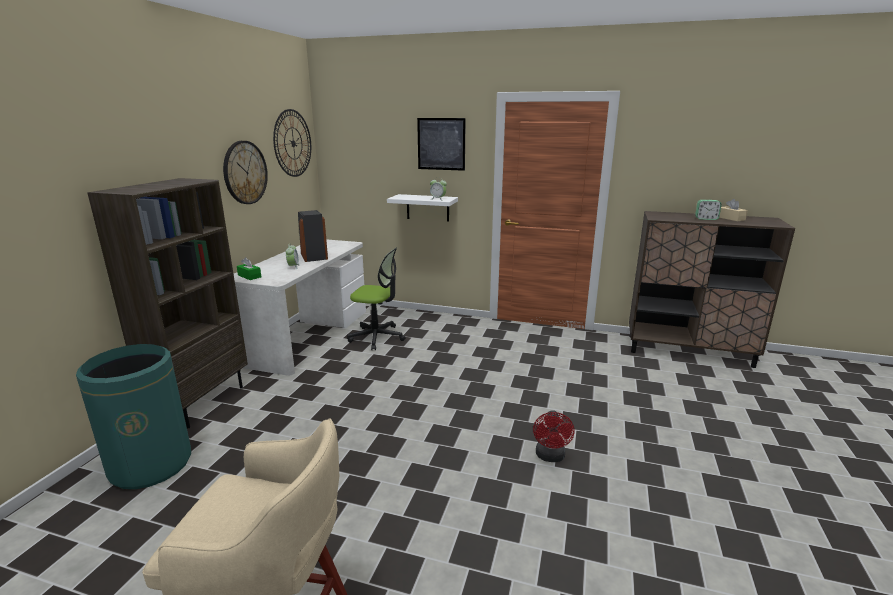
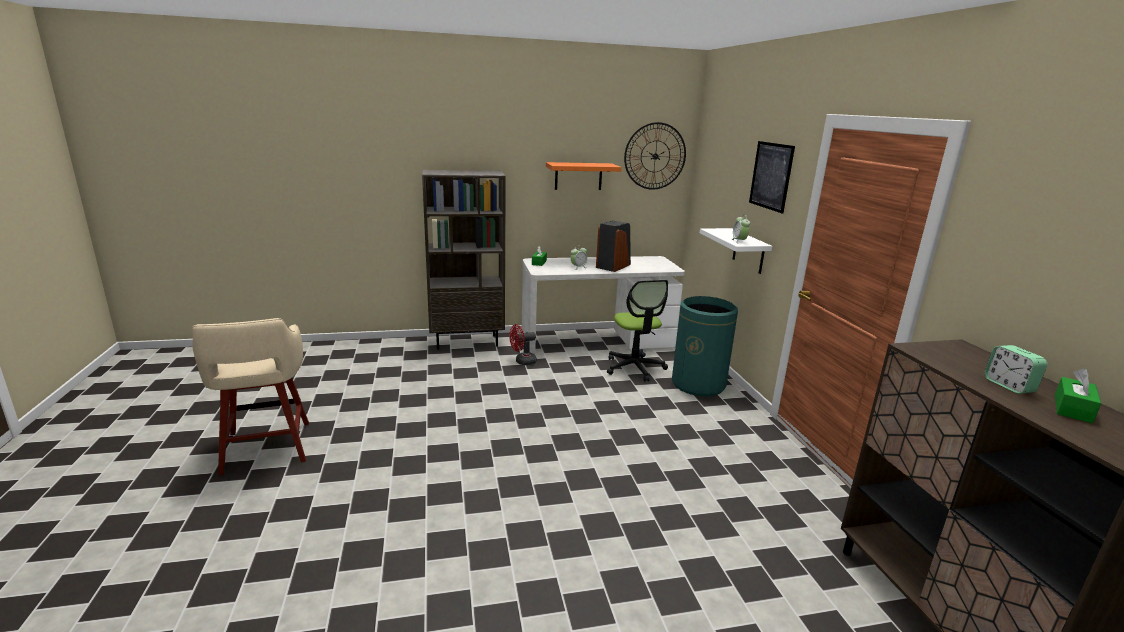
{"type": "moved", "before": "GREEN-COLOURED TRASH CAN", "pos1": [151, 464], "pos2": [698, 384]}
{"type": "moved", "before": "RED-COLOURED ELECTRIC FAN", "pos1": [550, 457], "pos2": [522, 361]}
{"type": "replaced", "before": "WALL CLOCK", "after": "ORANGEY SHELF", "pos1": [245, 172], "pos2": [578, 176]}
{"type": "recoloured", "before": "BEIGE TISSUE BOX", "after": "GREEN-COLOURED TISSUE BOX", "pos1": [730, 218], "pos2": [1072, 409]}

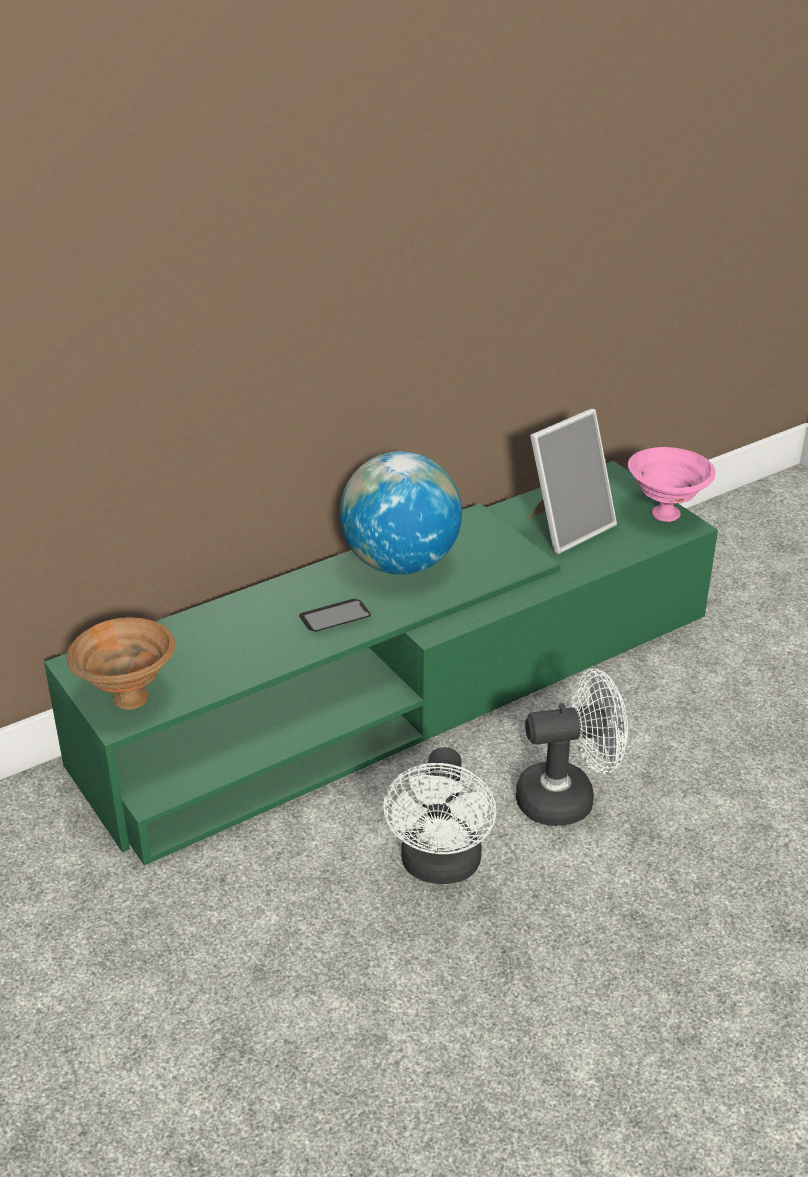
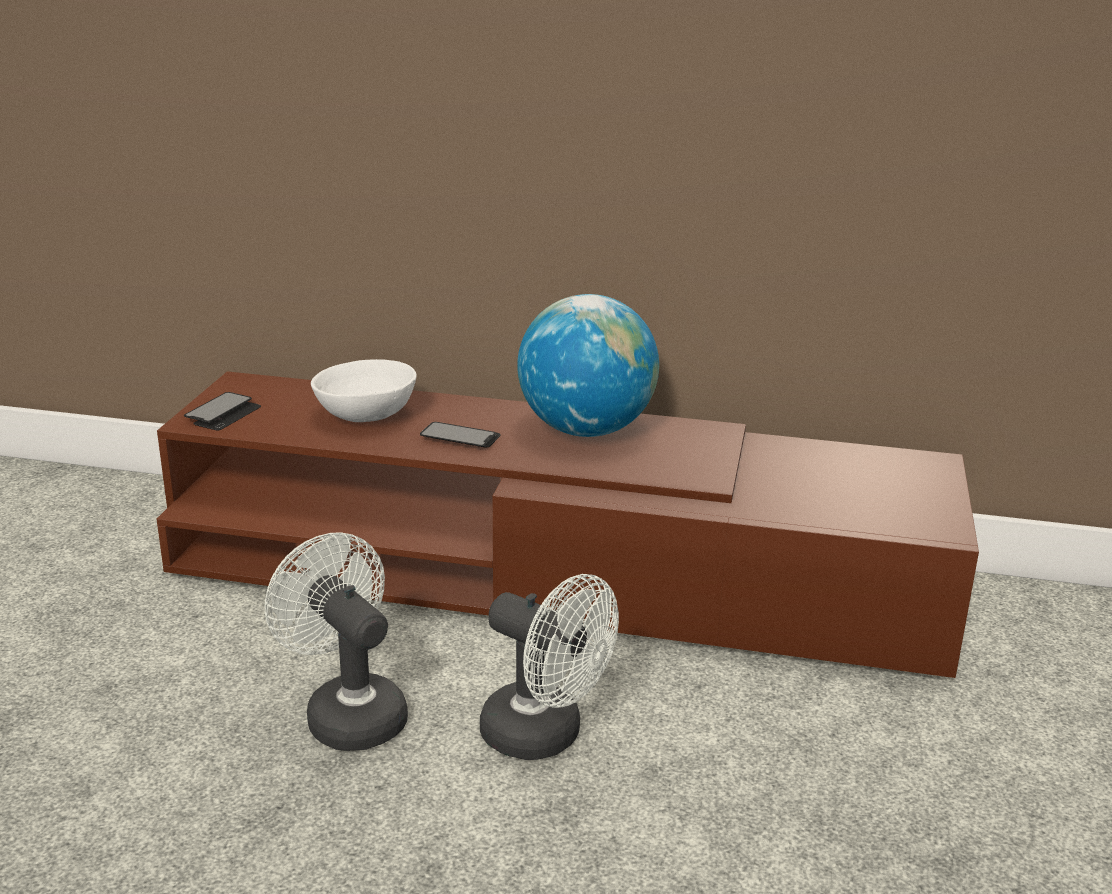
{"type": "removed", "before": "STANDING FRAME", "pos1": [567, 527]}
{"type": "removed", "before": "PINK BOWL", "pos1": [664, 513]}
{"type": "added", "after": "WHITE BOWL", "pos2": [368, 415]}
{"type": "replaced", "before": "BROWN BOWL", "after": "HANDSET", "pos1": [127, 700], "pos2": [223, 414]}
{"type": "recoloured", "before": "GREEN-COLOURED TV UNIT", "after": "BROWN TV UNIT", "pos1": [403, 689], "pos2": [553, 576]}
{"type": "turned", "before": "WHITE ELECTRIC FAN", "pos1": [440, 867], "pos2": [347, 712], "turn": 90}

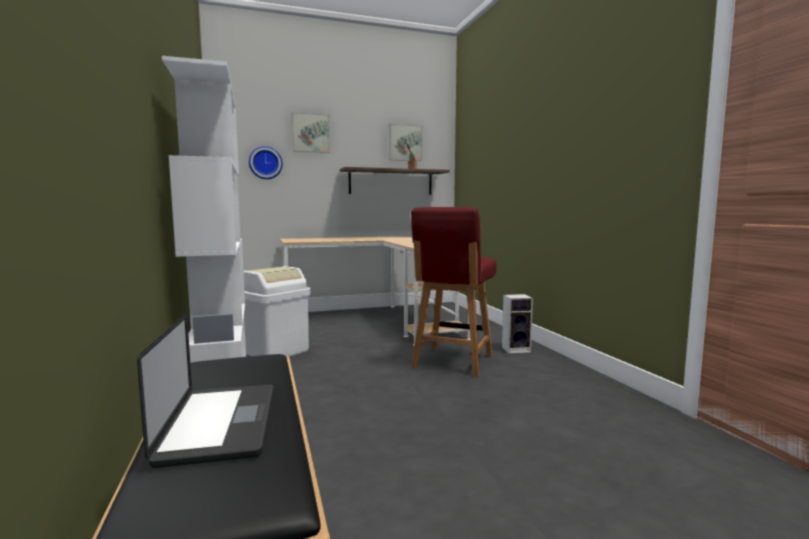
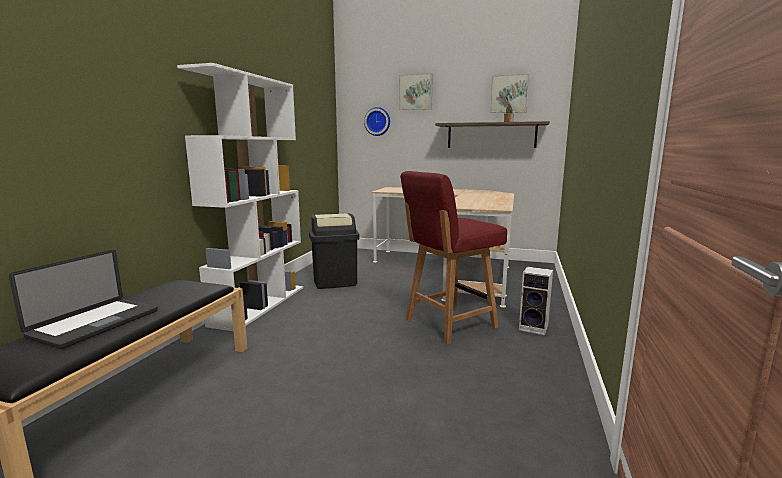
{"type": "recoloured", "before": "WHITE TRASH CAN", "after": "BLACK TRASH CAN", "pos1": [276, 351], "pos2": [335, 281]}

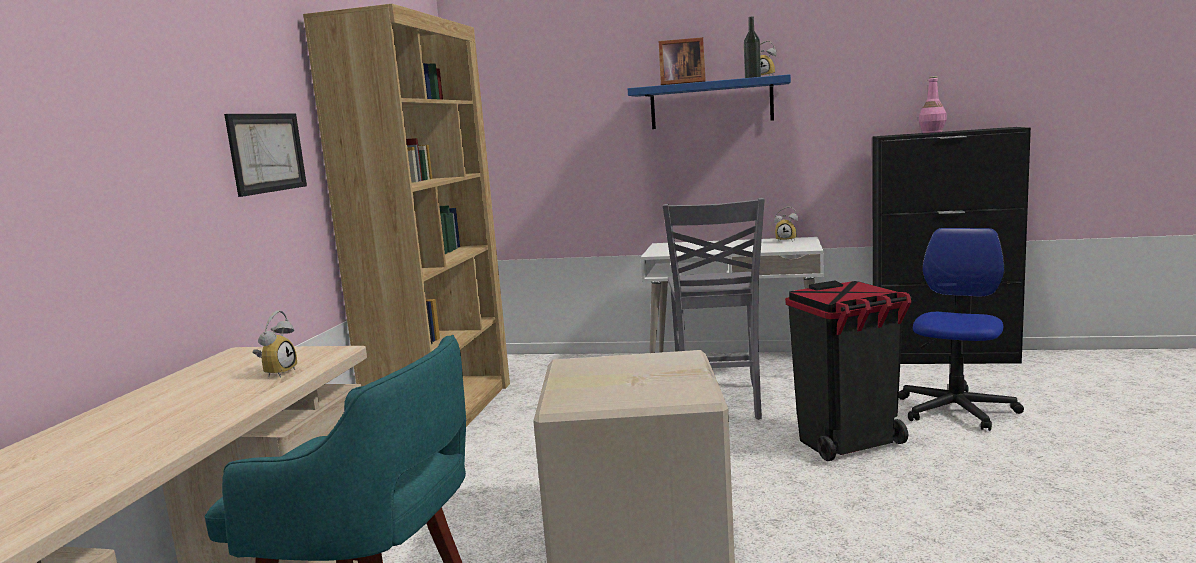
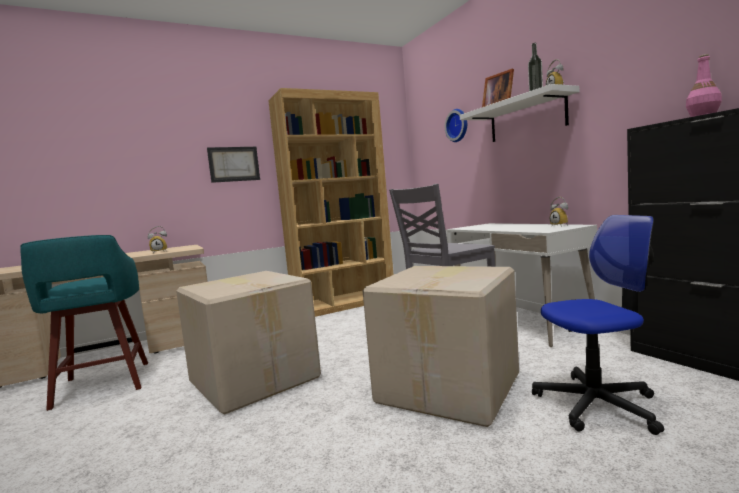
{"type": "added", "after": "WALL CLOCK", "pos2": [458, 125]}
{"type": "replaced", "before": "BLACK TRASH CAN", "after": "CARTON", "pos1": [848, 443], "pos2": [451, 387]}
{"type": "recoloured", "before": "BLUE SHELF", "after": "WHITE SHELF", "pos1": [711, 104], "pos2": [526, 118]}

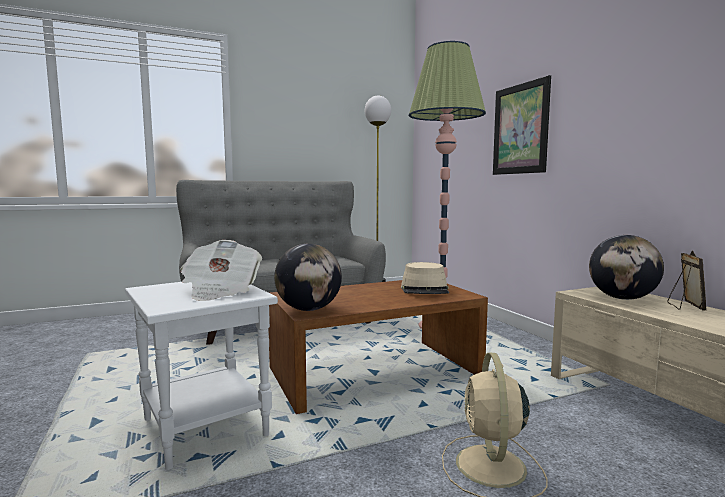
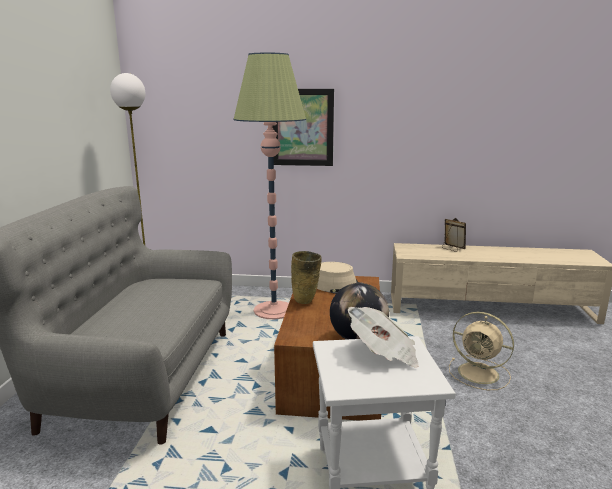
{"type": "removed", "before": "WORLD GLOBE", "pos1": [622, 298]}
{"type": "added", "after": "BEIGE DECORATIVE VASE", "pos2": [306, 301]}

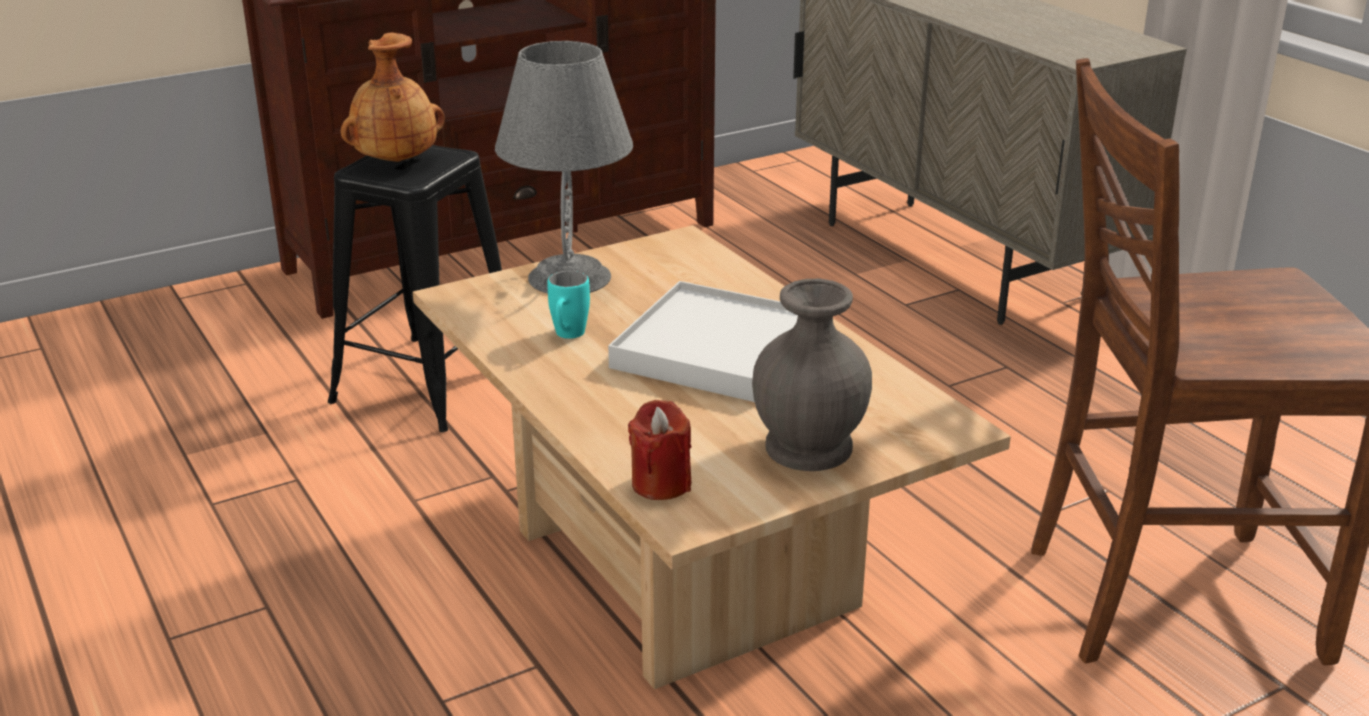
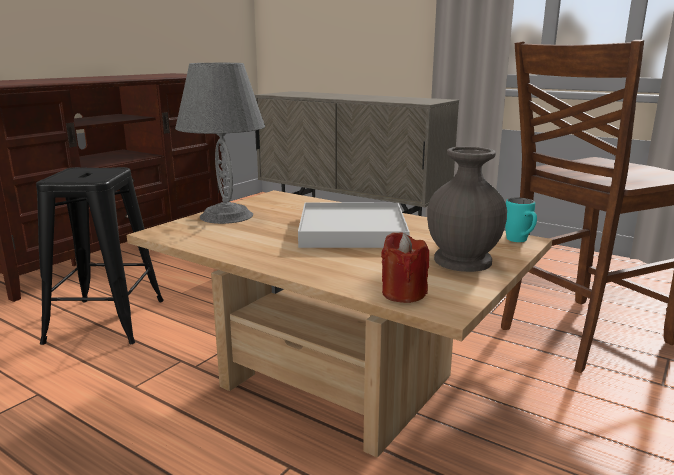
{"type": "removed", "before": "BROWN DECORATIVE VASE", "pos1": [395, 160]}
{"type": "moved", "before": "TURQUOISE MUG", "pos1": [567, 337], "pos2": [520, 241]}

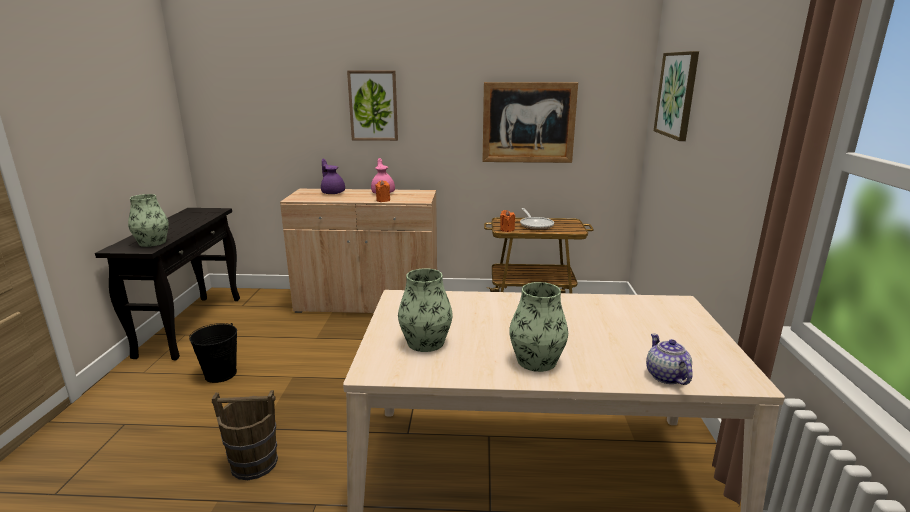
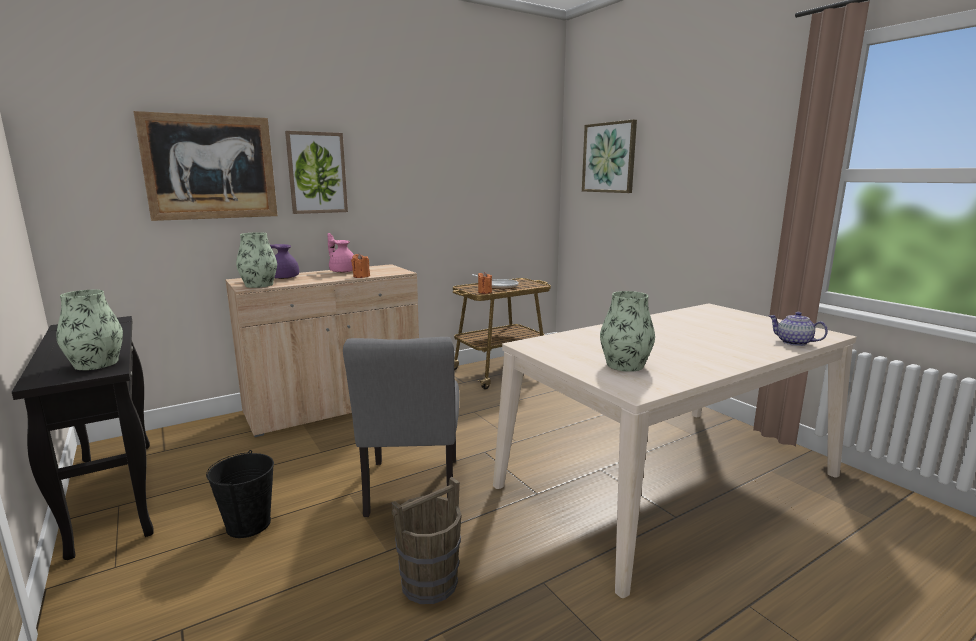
{"type": "added", "after": "GREYISH PLAIN CHAIR", "pos2": [411, 492]}
{"type": "moved", "before": "WALL ART", "pos1": [528, 123], "pos2": [210, 167]}
{"type": "moved", "before": "DECORATIVE VASE", "pos1": [536, 361], "pos2": [259, 285]}

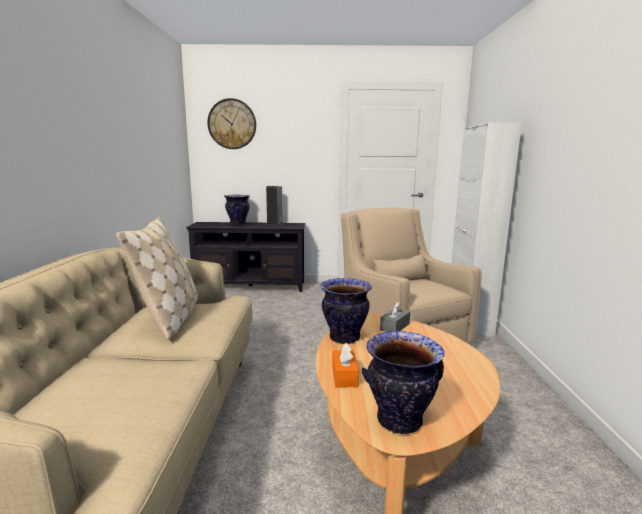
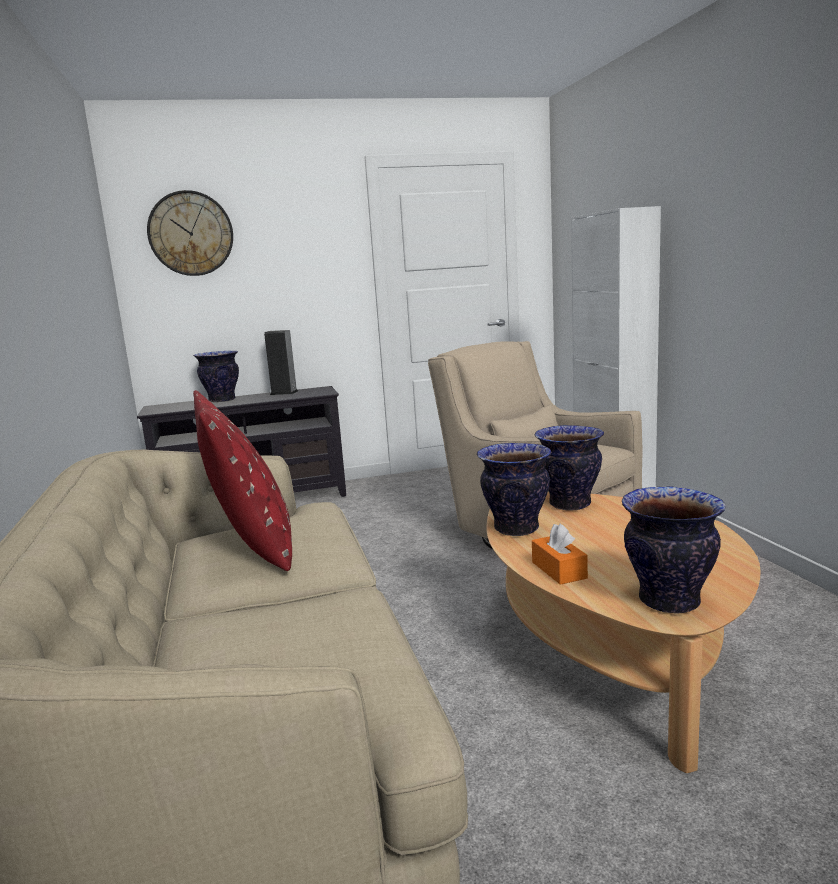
{"type": "replaced", "before": "GREYISH TISSUE BOX", "after": "DECORATIVE VASE", "pos1": [395, 327], "pos2": [569, 504]}
{"type": "recoloured", "before": "BEIGE THROW PILLOW", "after": "RED-COLOURED THROW PILLOW", "pos1": [170, 318], "pos2": [253, 546]}

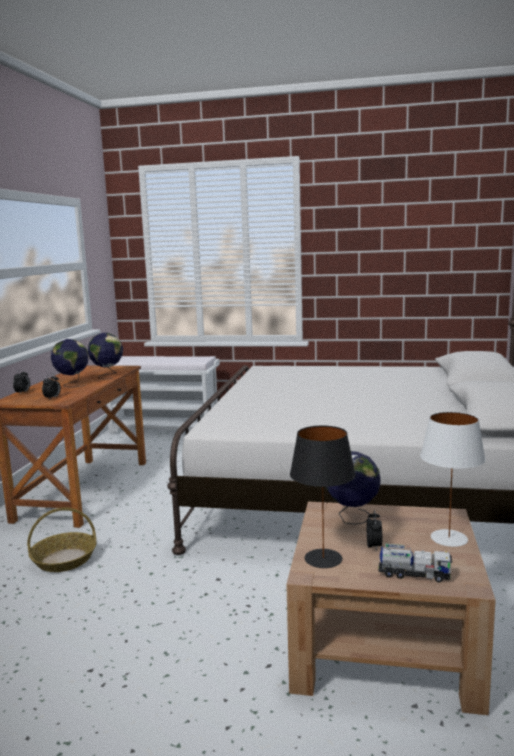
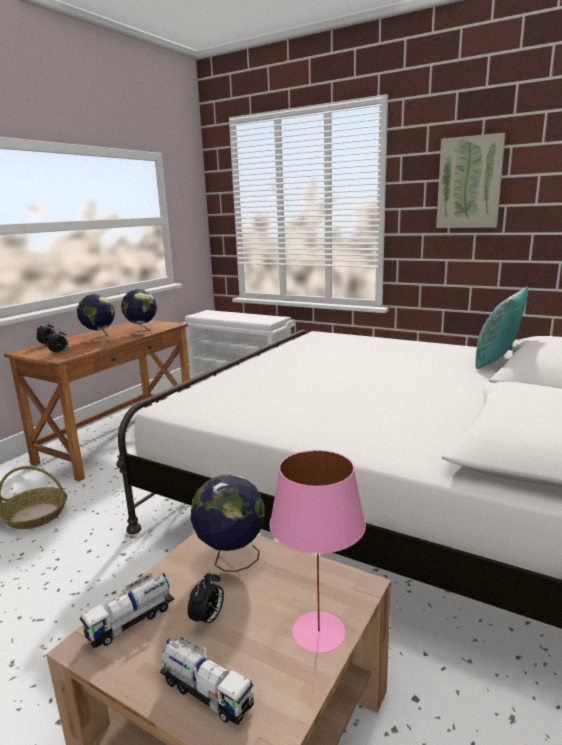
{"type": "added", "after": "WALL ART", "pos2": [469, 183]}
{"type": "added", "after": "TURQUOISE THROW PILLOW", "pos2": [496, 362]}
{"type": "replaced", "before": "BLACK TABLE LAMP", "after": "TOY TRUCK", "pos1": [324, 558], "pos2": [131, 621]}
{"type": "recoloured", "before": "WHITE TABLE LAMP", "after": "PINK TABLE LAMP", "pos1": [449, 538], "pos2": [319, 632]}

